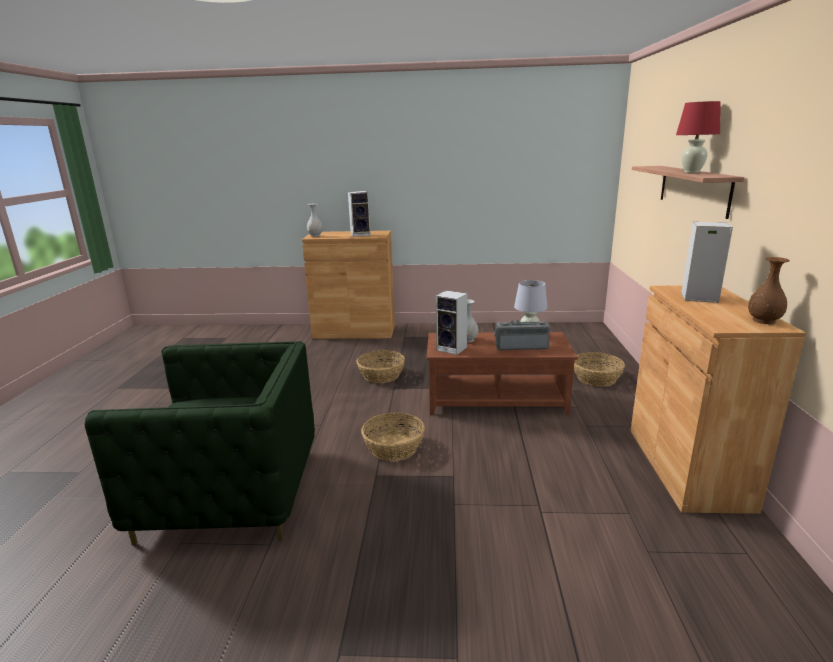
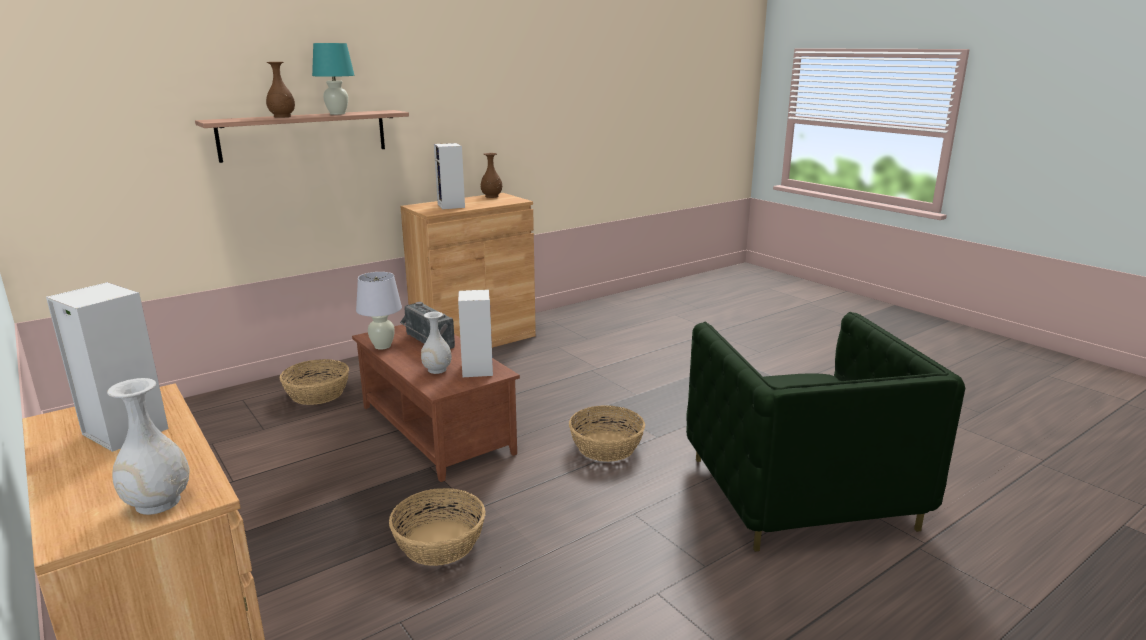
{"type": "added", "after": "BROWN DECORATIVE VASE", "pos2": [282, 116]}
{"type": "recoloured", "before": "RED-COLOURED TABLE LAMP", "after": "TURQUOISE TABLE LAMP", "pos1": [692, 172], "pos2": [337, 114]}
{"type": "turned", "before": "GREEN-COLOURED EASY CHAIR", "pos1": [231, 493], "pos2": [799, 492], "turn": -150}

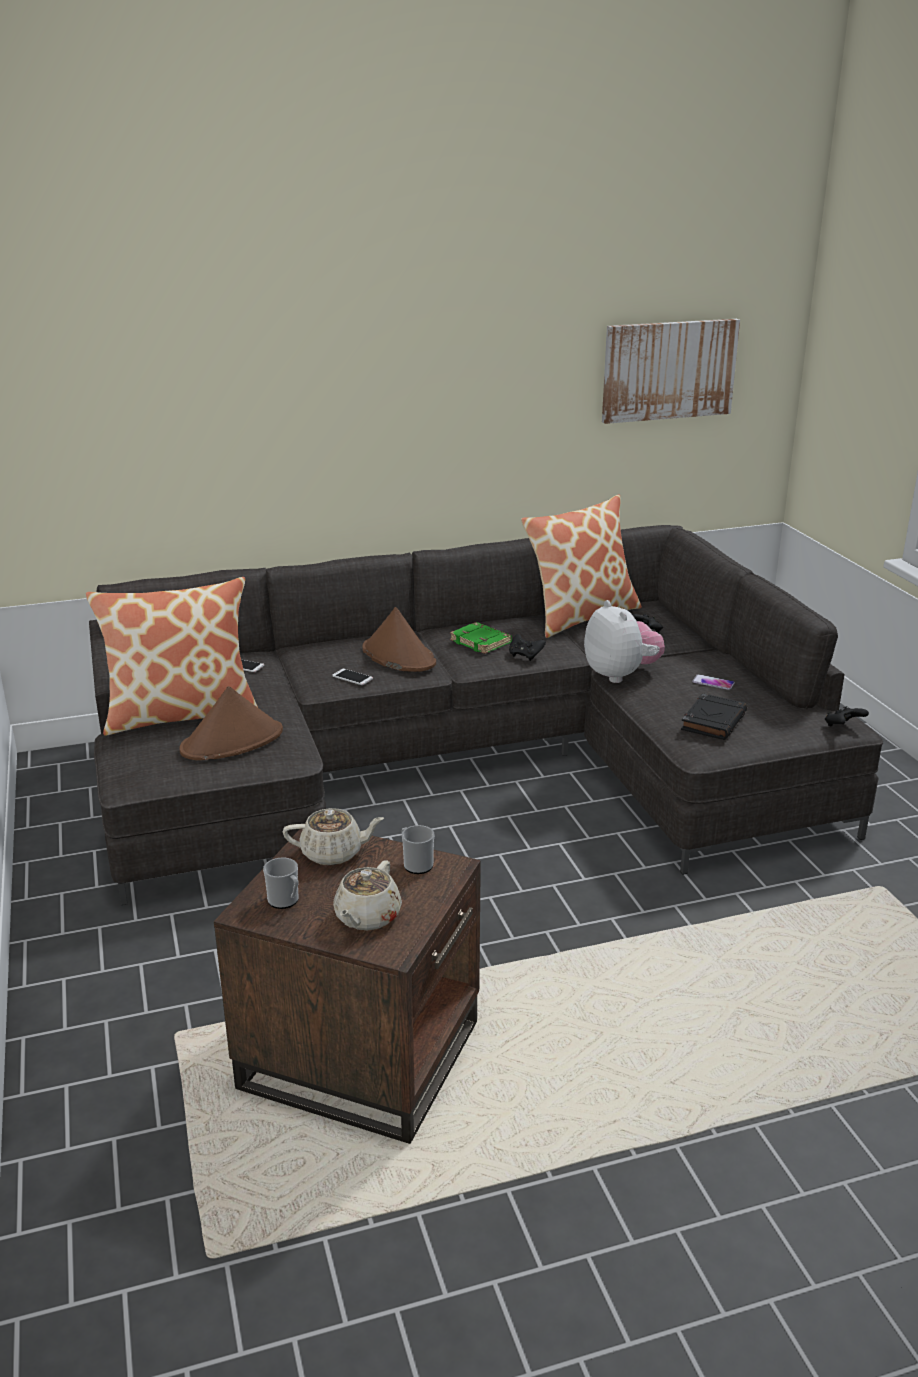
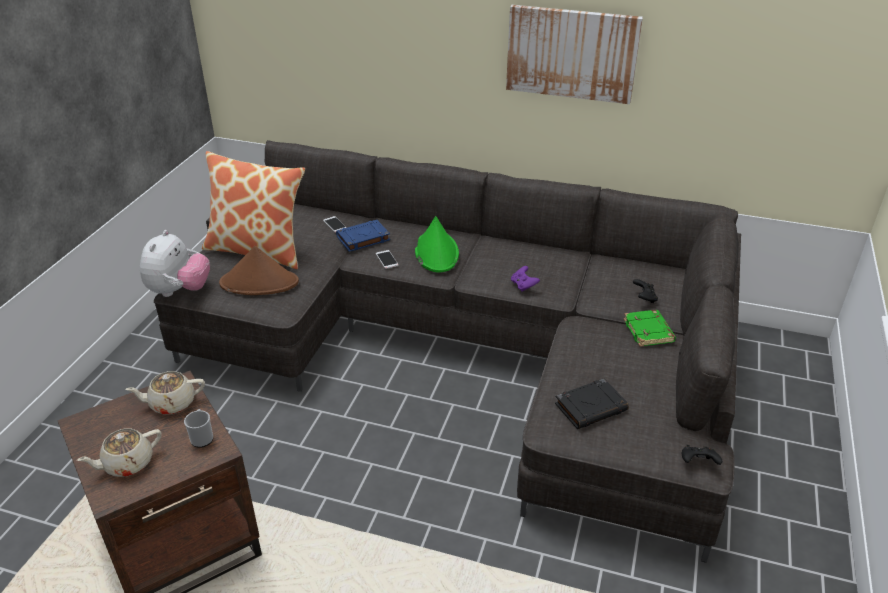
{"type": "removed", "before": "MUG", "pos1": [285, 901]}
{"type": "removed", "before": "THROW PILLOW", "pos1": [580, 616]}
{"type": "removed", "before": "HANDSET", "pos1": [713, 683]}
{"type": "added", "after": "BLUE BOOK", "pos2": [362, 239]}
{"type": "moved", "before": "GREEN-COLOURED BOOK", "pos1": [481, 642], "pos2": [649, 331]}
{"type": "moved", "before": "CUDDLY TOY", "pos1": [620, 675], "pos2": [179, 291]}
{"type": "moved", "before": "WALL ART", "pos1": [668, 370], "pos2": [571, 53]}
{"type": "recoloured", "before": "BROWN CLOTHING HAT", "after": "GREEN-COLOURED CLOTHING HAT", "pos1": [398, 656], "pos2": [436, 252]}
{"type": "recoloured", "before": "BLACK GAME CONTROLLER", "after": "PURPLISH GAME CONTROLLER", "pos1": [525, 656], "pos2": [523, 285]}
{"type": "turned", "before": "BEIGE TEAPOT", "pos1": [333, 853], "pos2": [171, 403], "turn": 135}

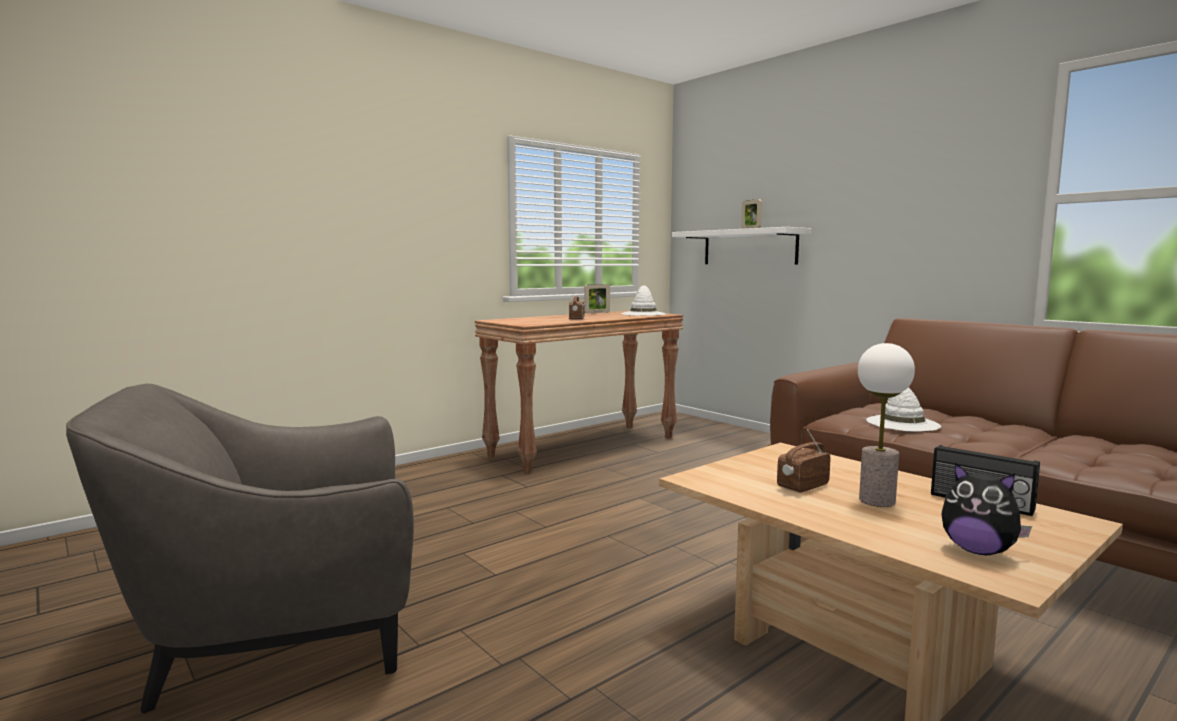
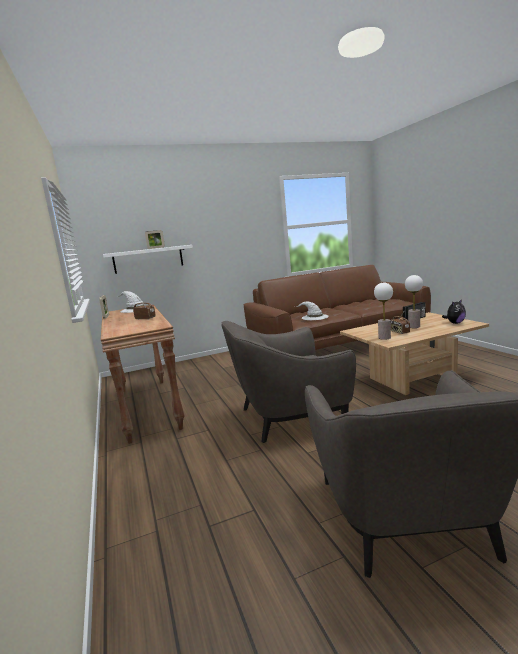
{"type": "added", "after": "GREYISH EASY CHAIR", "pos2": [289, 416]}
{"type": "added", "after": "TABLE LAMP", "pos2": [384, 337]}

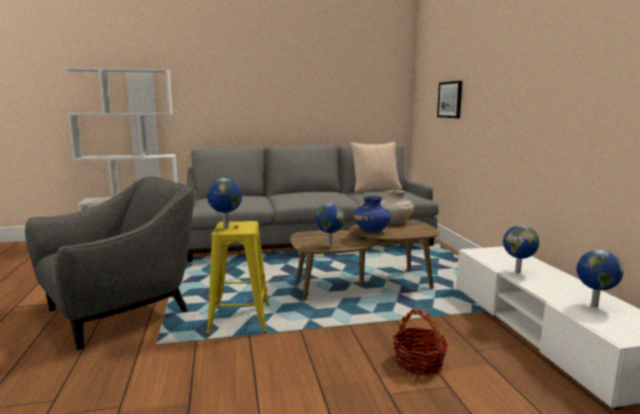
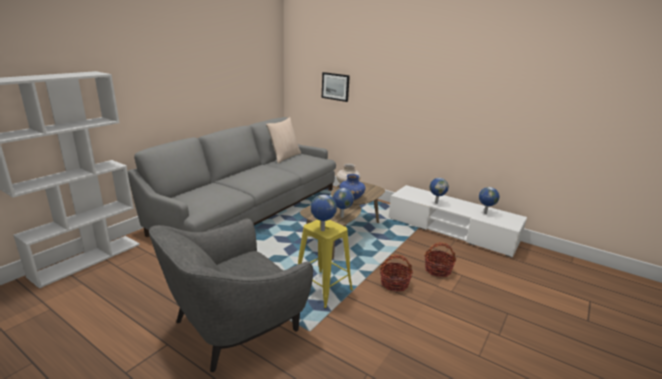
{"type": "added", "after": "BASKET", "pos2": [394, 283]}
{"type": "turned", "before": "GREYISH EASY CHAIR", "pos1": [121, 311], "pos2": [234, 325], "turn": -135}

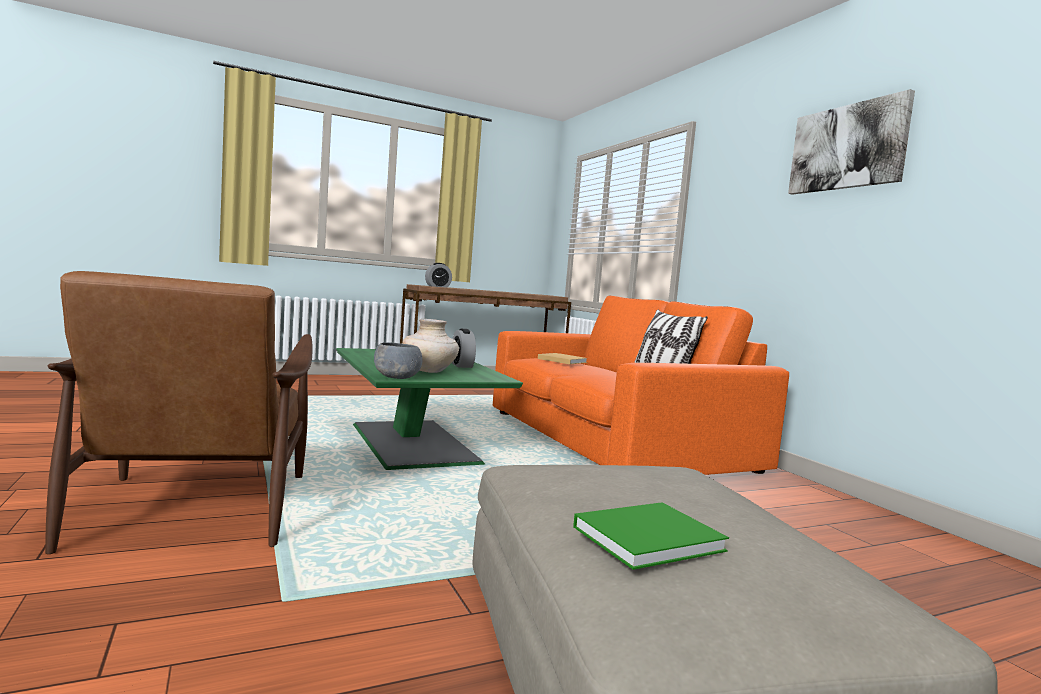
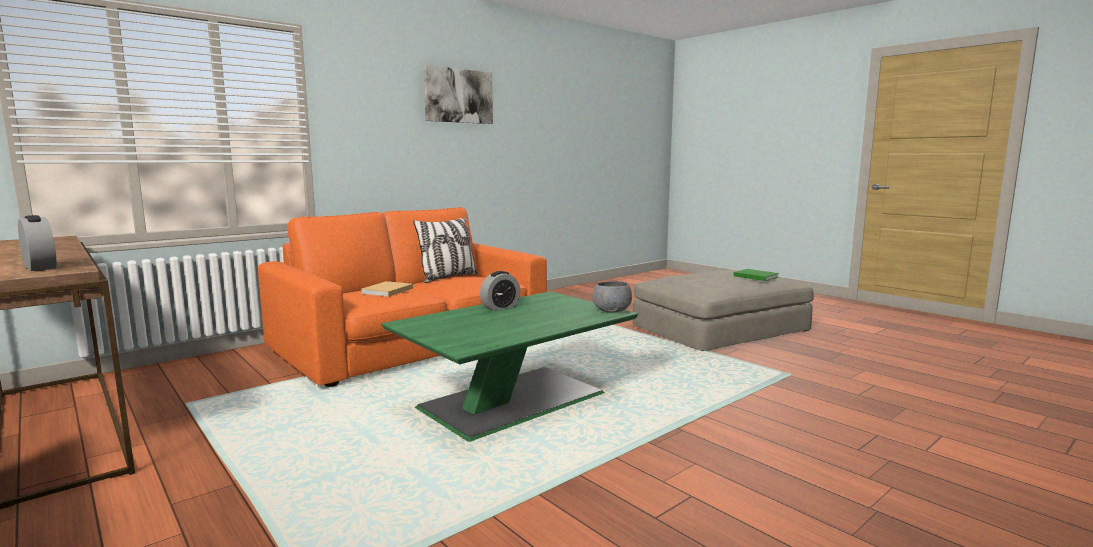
{"type": "removed", "before": "BROWN EASY CHAIR", "pos1": [195, 505]}
{"type": "removed", "before": "BEIGE DECORATIVE VASE", "pos1": [429, 371]}

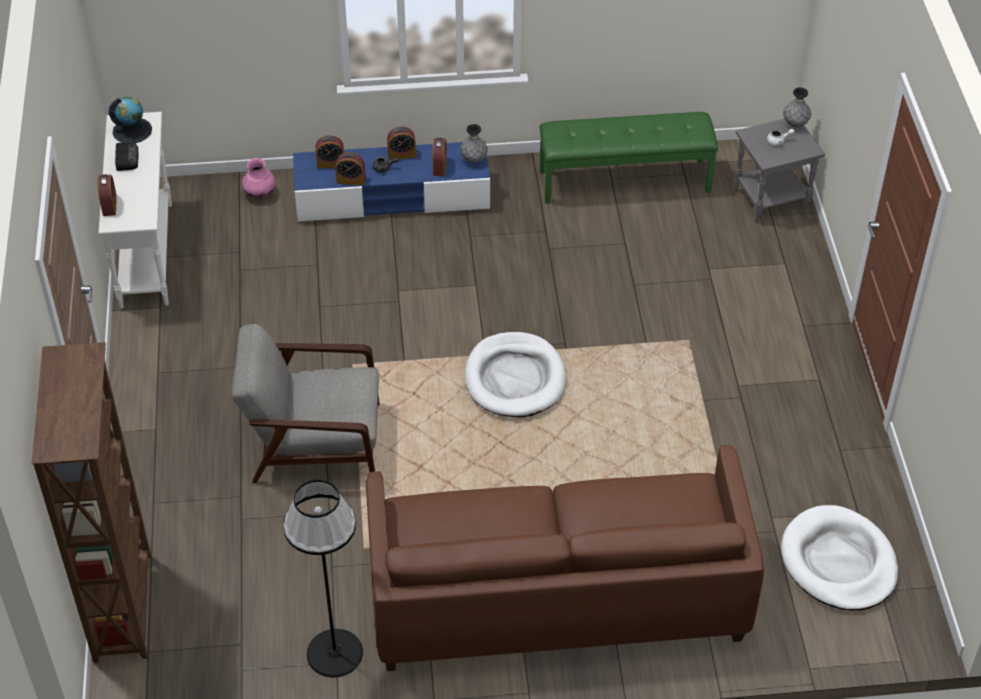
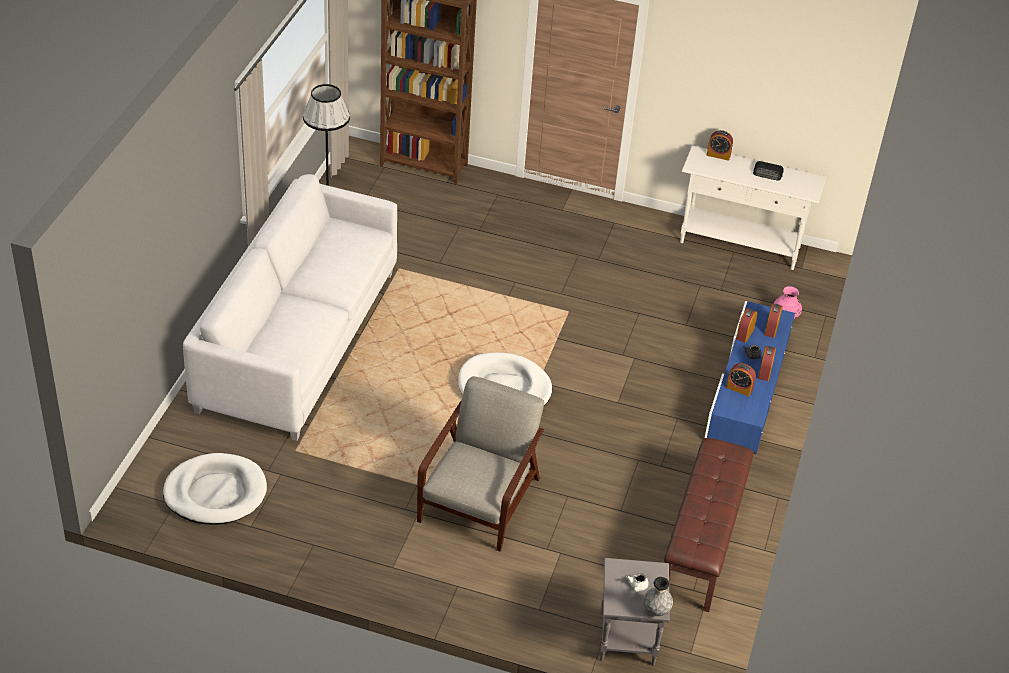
{"type": "removed", "before": "WORLD GLOBE", "pos1": [132, 130]}
{"type": "removed", "before": "GREYISH DECORATIVE VASE", "pos1": [474, 160]}
{"type": "moved", "before": "GREYISH EASY CHAIR", "pos1": [314, 442], "pos2": [480, 498]}
{"type": "recoloured", "before": "BROWN COUCH", "after": "WHITE COUCH", "pos1": [556, 595], "pos2": [298, 340]}
{"type": "recoloured", "before": "GREEN-COLOURED BENCH", "after": "BROWN BENCH", "pos1": [625, 180], "pos2": [703, 543]}

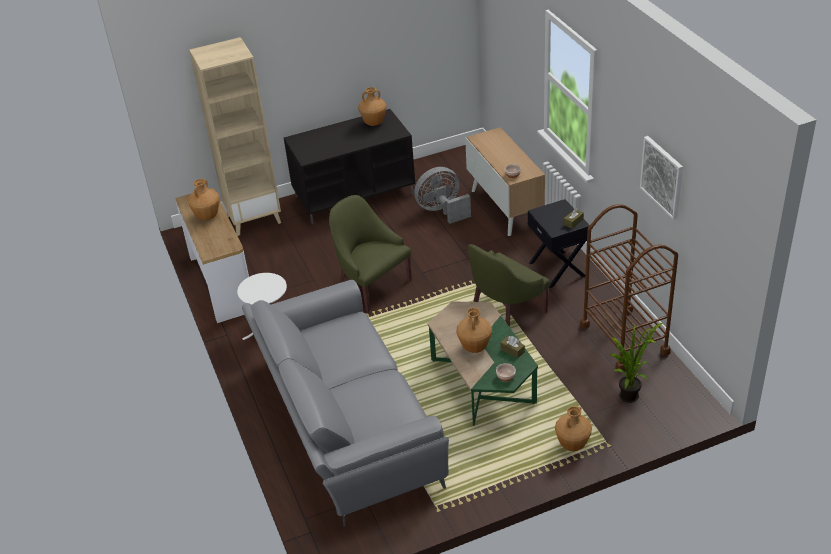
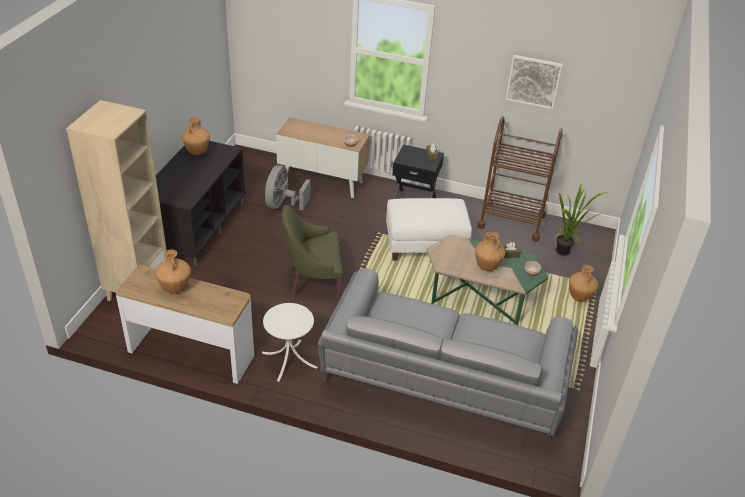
{"type": "replaced", "before": "GREEN-COLOURED EASY CHAIR", "after": "WHITE OTTOMAN", "pos1": [505, 311], "pos2": [425, 245]}

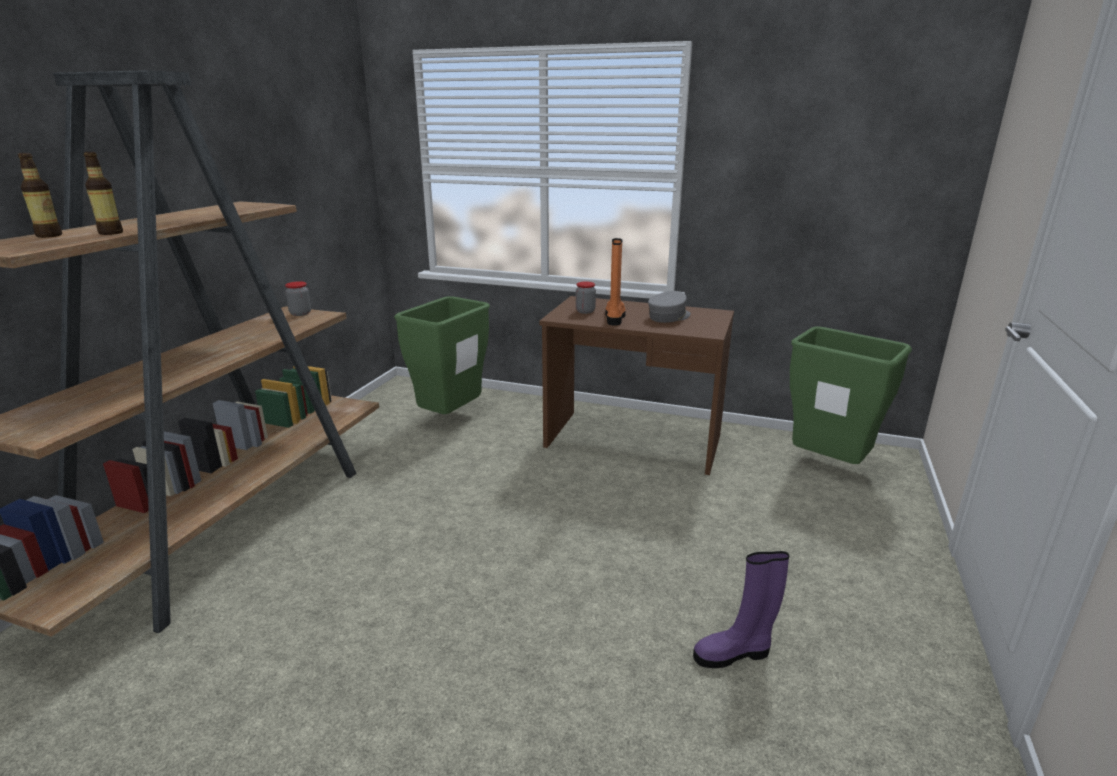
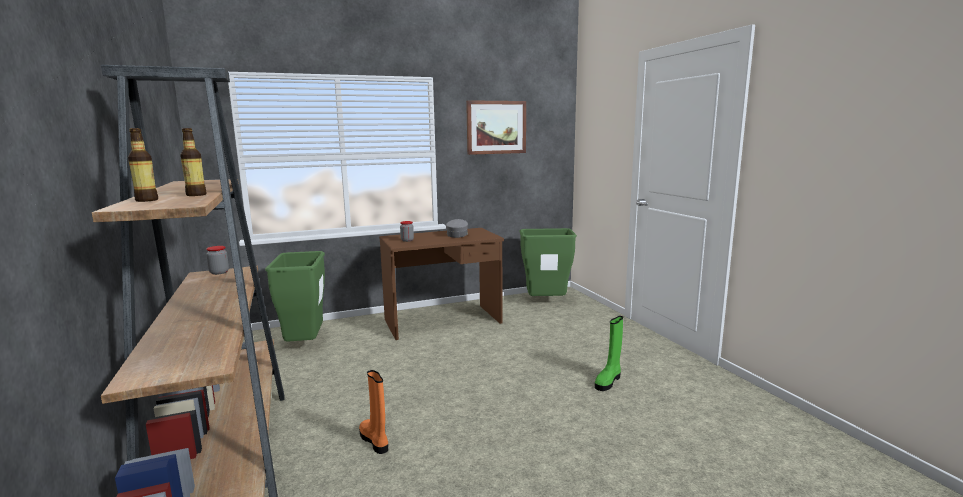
{"type": "added", "after": "WALL ART", "pos2": [496, 127]}
{"type": "moved", "before": "ORANGEY HIGH-TOP BOOT", "pos1": [614, 318], "pos2": [375, 441]}
{"type": "recoloured", "before": "PURPLISH HIGH-TOP BOOT", "after": "GREEN-COLOURED HIGH-TOP BOOT", "pos1": [734, 654], "pos2": [608, 381]}

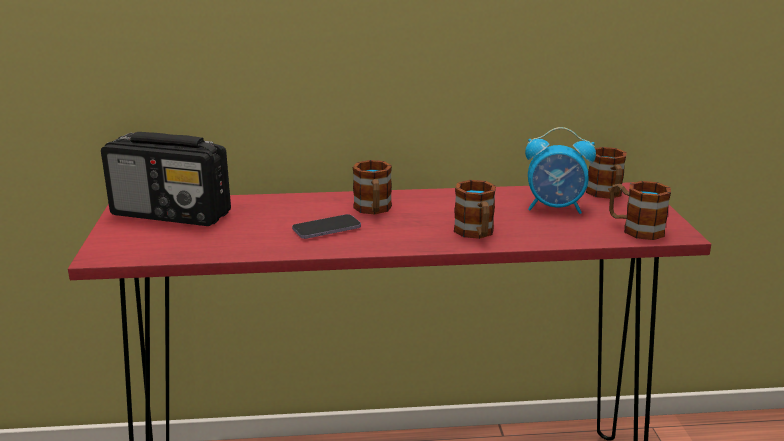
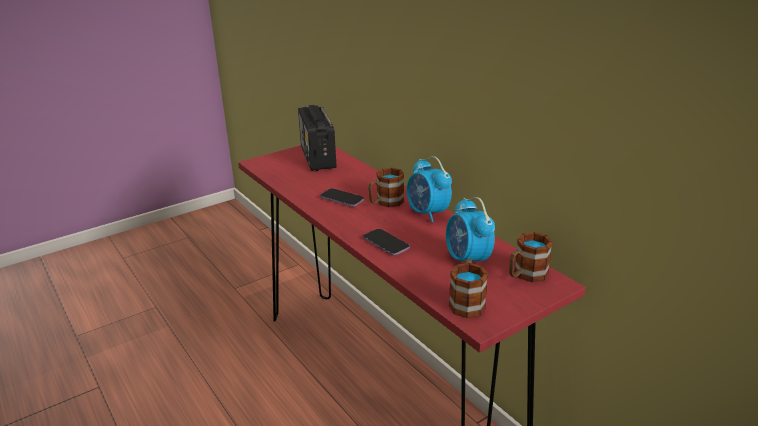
{"type": "added", "after": "ALARM CLOCK", "pos2": [427, 213]}
{"type": "replaced", "before": "MUG", "after": "HANDSET", "pos1": [476, 234], "pos2": [386, 243]}

